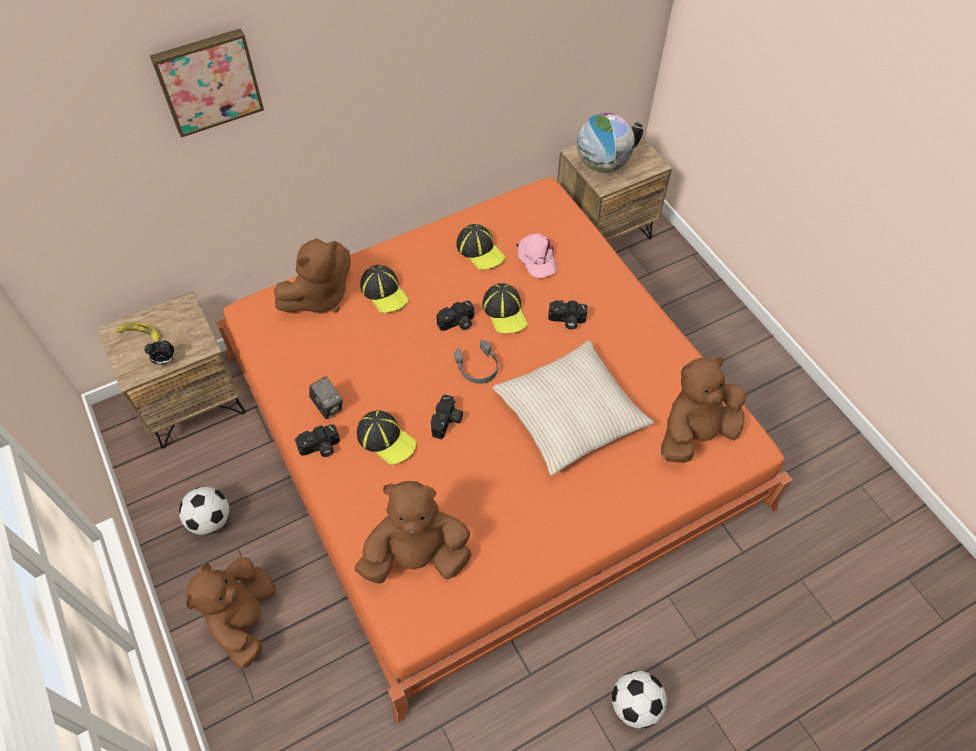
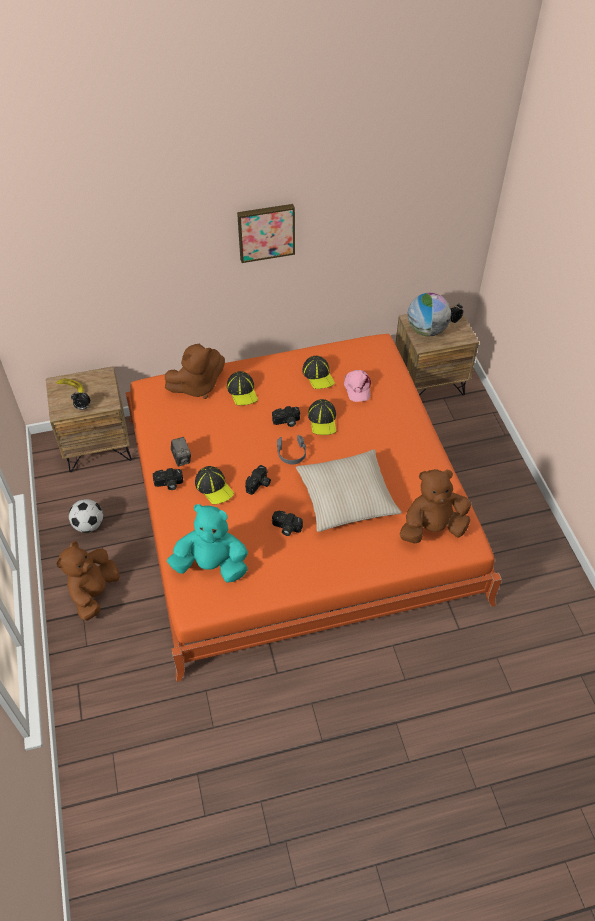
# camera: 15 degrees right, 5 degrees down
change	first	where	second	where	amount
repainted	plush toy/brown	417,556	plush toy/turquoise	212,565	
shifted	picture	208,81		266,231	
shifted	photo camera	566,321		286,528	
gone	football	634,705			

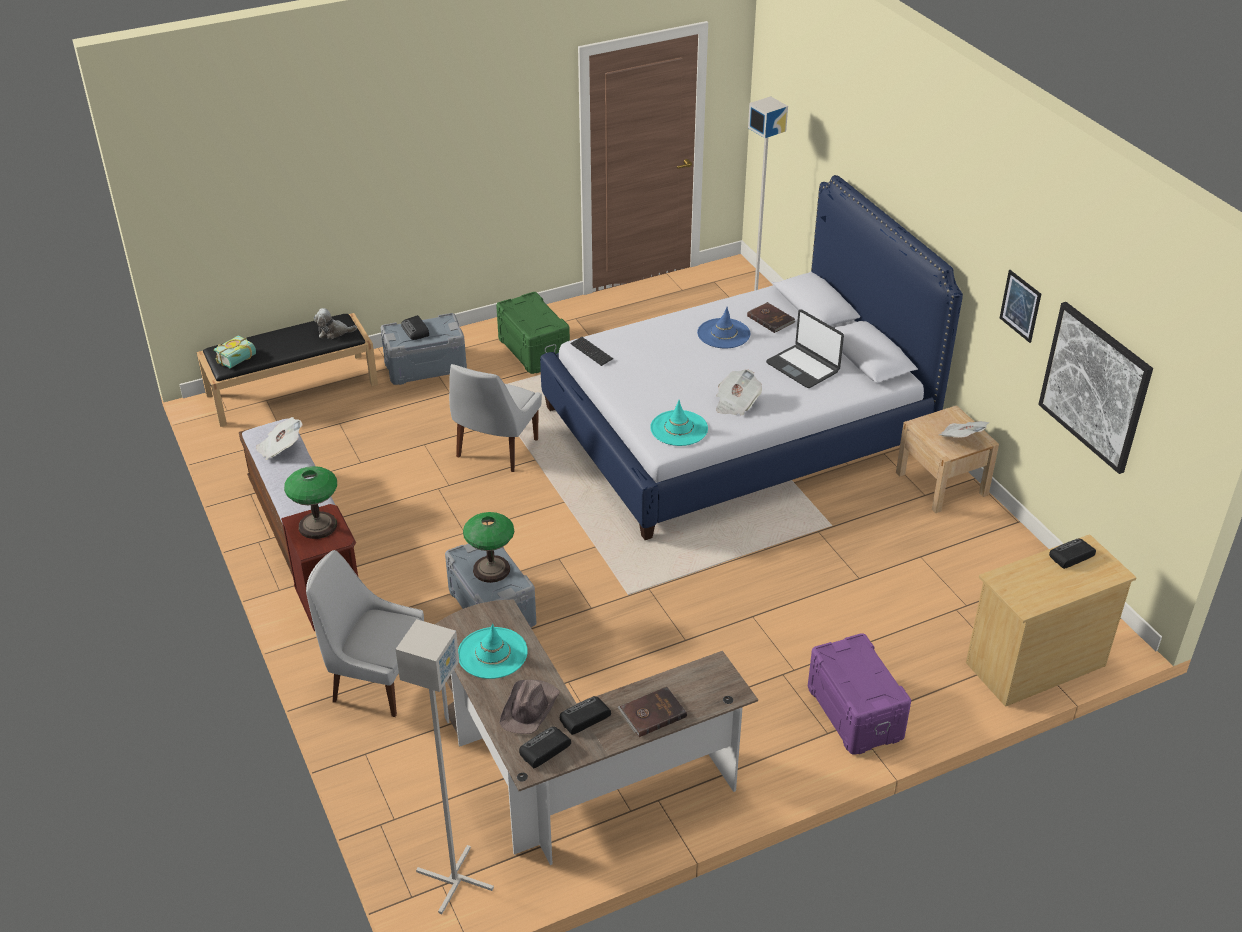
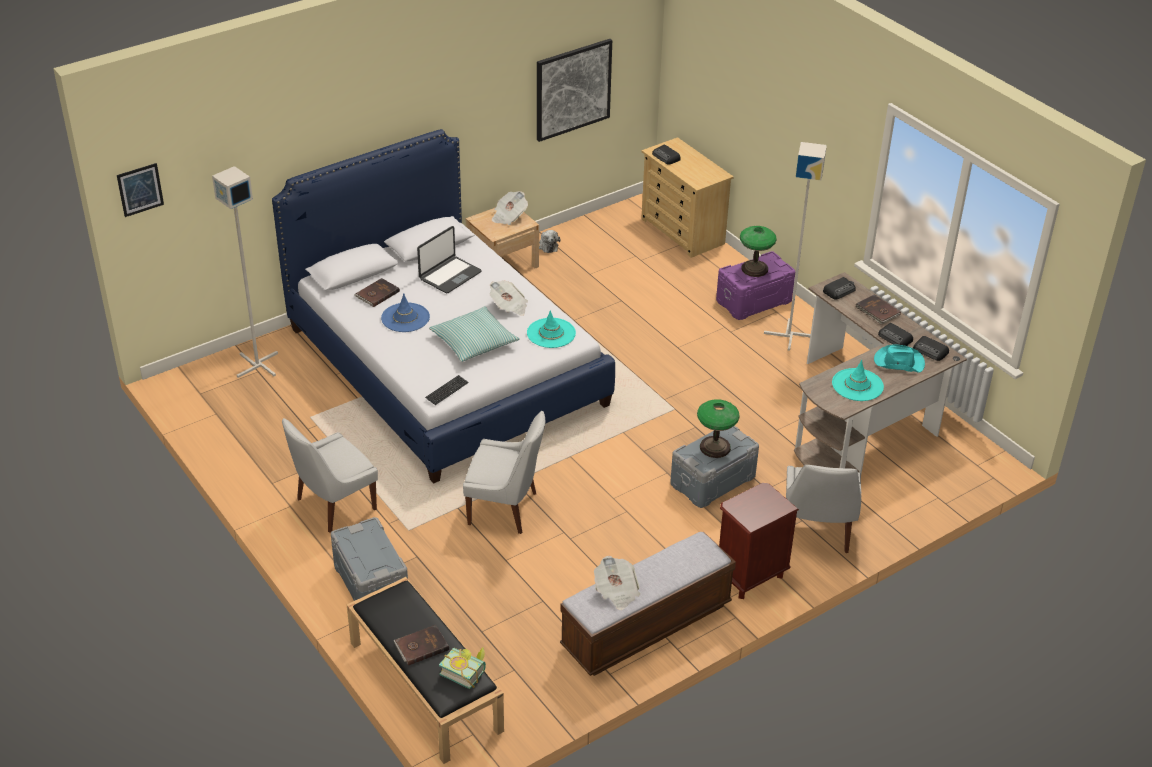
# camera: 100 degrees left, 0 degrees up
change	first	where	second	where	amount
shifted	picture	1020,306		140,189	
swapped	storage box/green	534,350	chair/white	333,505	
new			book/brown	421,646	
new			pillow	474,342	
shifted	plush toy	333,332		548,246	
shifted	table lamp	318,526		755,269	
shifted	floor lamp/grey	455,881		789,335	
shifted	radio	415,331		839,291	
repainted	hat/brown	530,708	hat/turquoise	898,362	

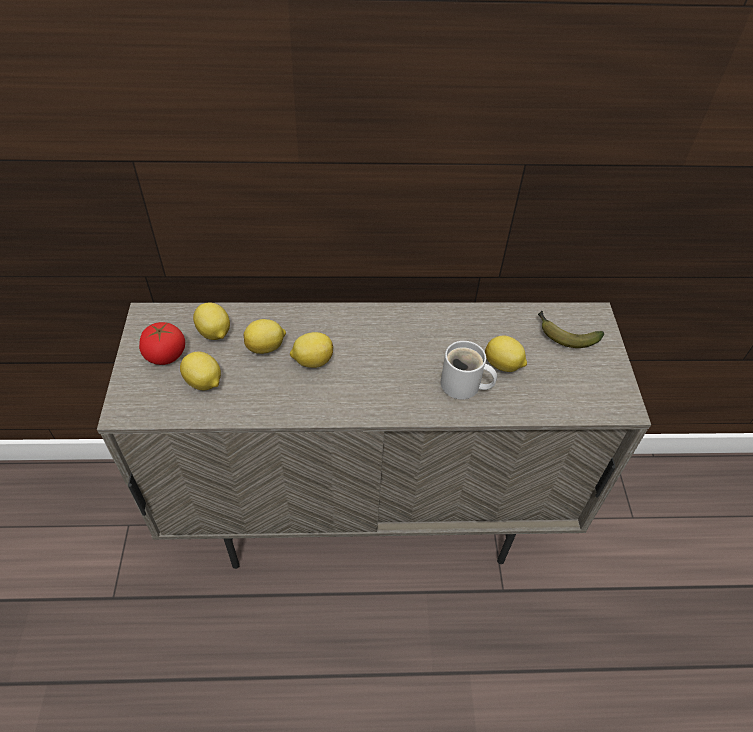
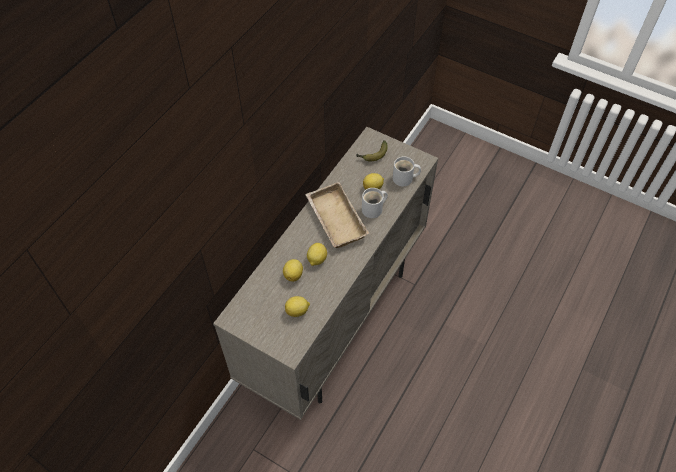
# camera: 55 degrees left, 5 degrees up
change	first	where	second	where	amount
new			tray/beige	334,219	
new			mug/white	404,179	
gone	tomato	165,355			
gone	lemon	214,333			

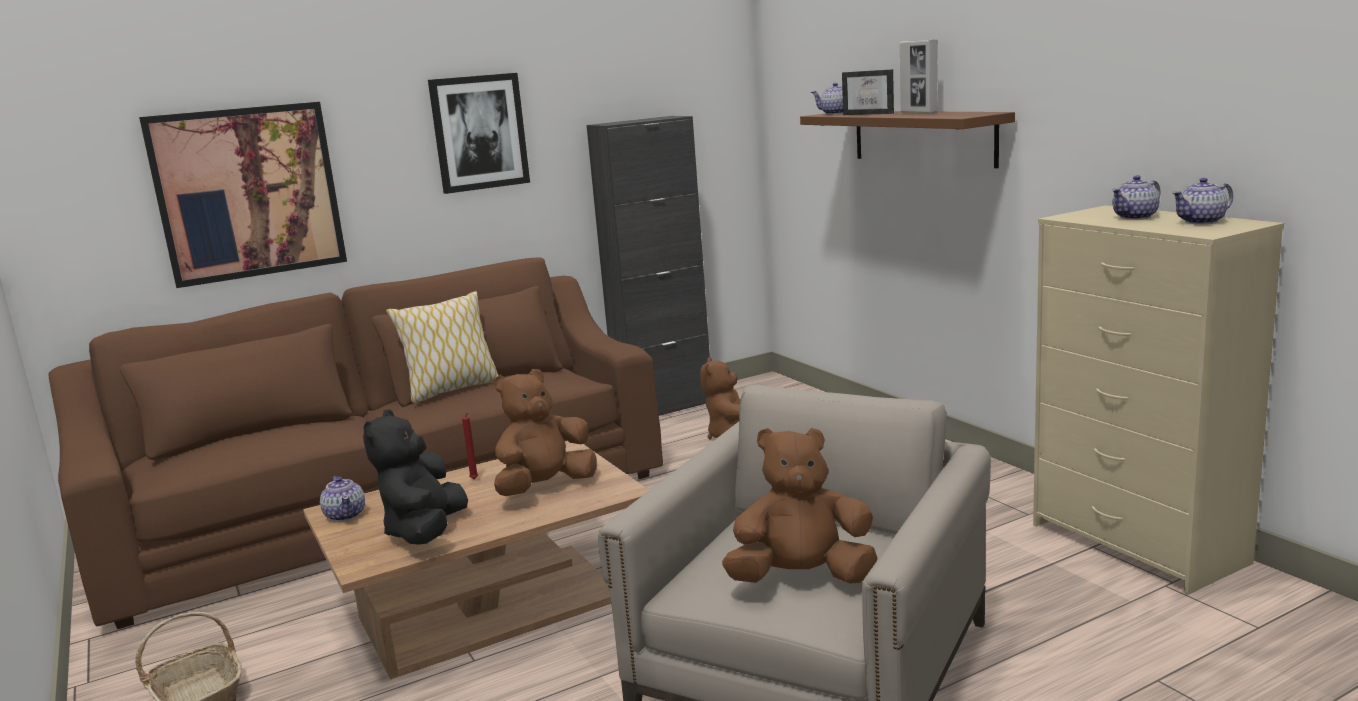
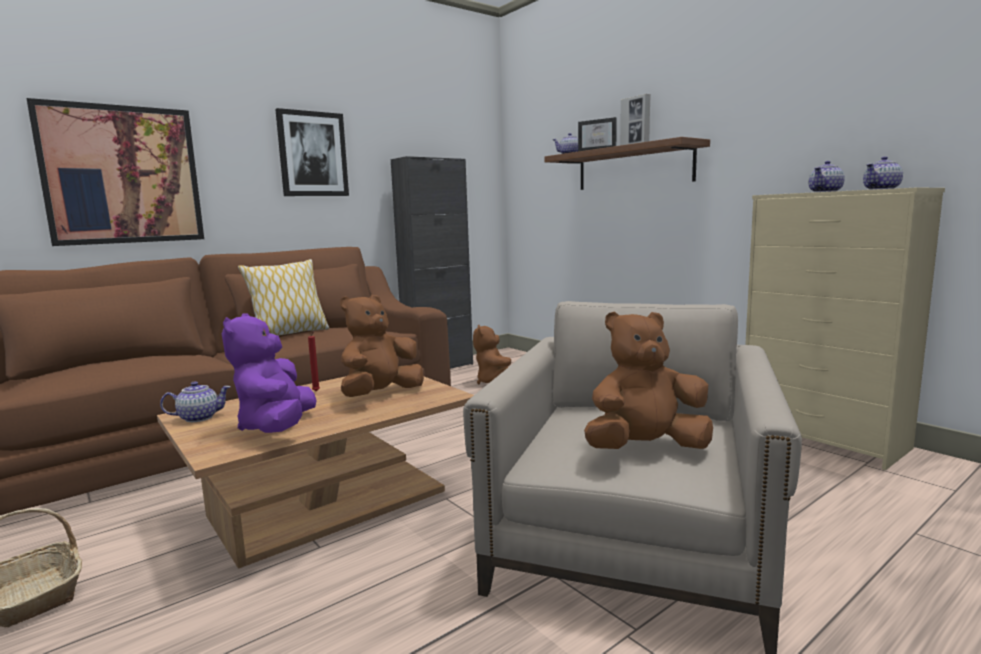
# camera: 10 degrees left, 5 degrees down
change	first	where	second	where	amount
rotated	teapot	345,515		198,417	75 degrees counterclockwise
repainted	plush toy/black	425,532	plush toy/purple	277,427	

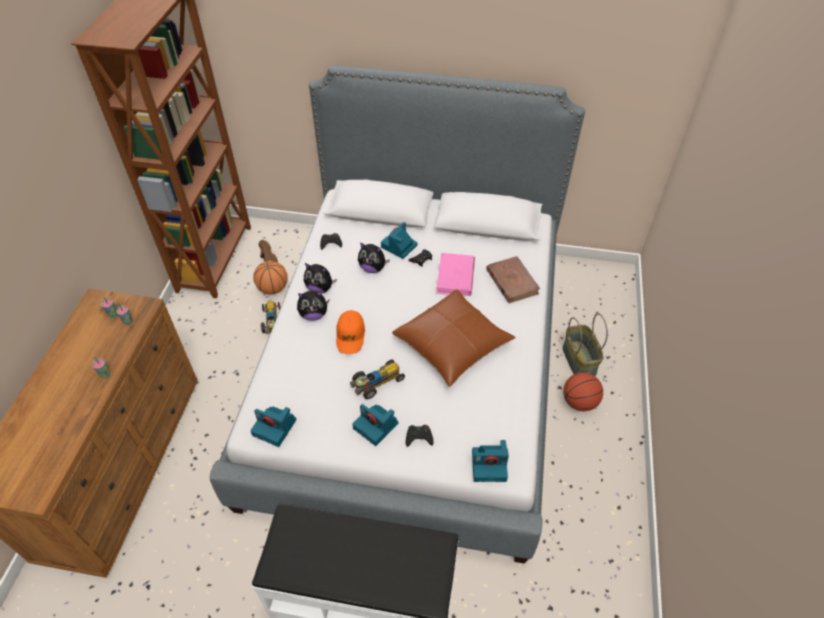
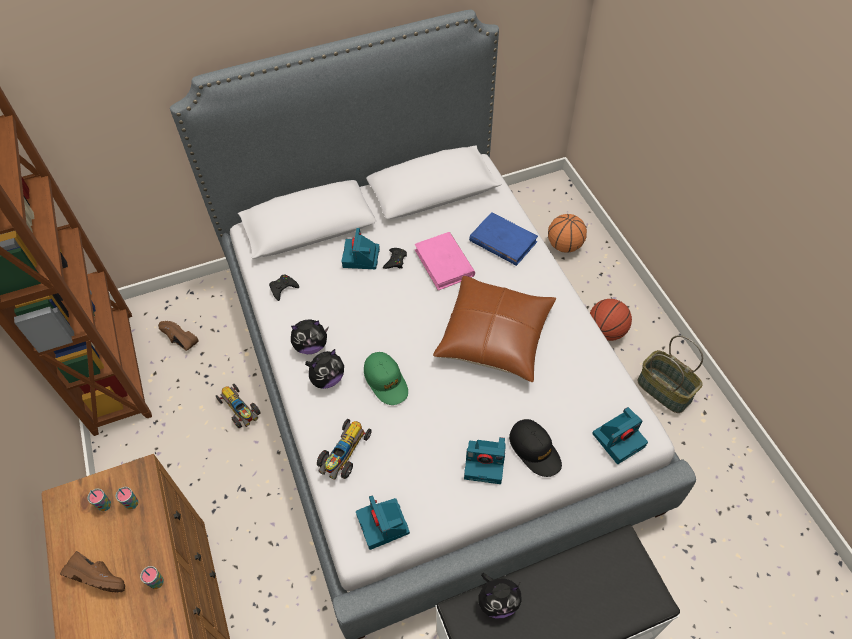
# camera: 30 degrees left, 5 degrees up
change	first	where	second	where	amount
new			shoe/brown	100,575	
shifted	toy car	376,383		344,454	
rotated	photo camera	275,427		384,525	75 degrees clockwise
repainted	cap/orange	350,335	cap/green	386,381	
repainted	book/brown	512,281	book/blue	502,241	
shifted	plush toy	372,268		497,601	
swapped	game controller/black	419,437	cap/black	535,450	
shifted	basketball	273,289		564,246	
shifted	basket	580,360		665,390	

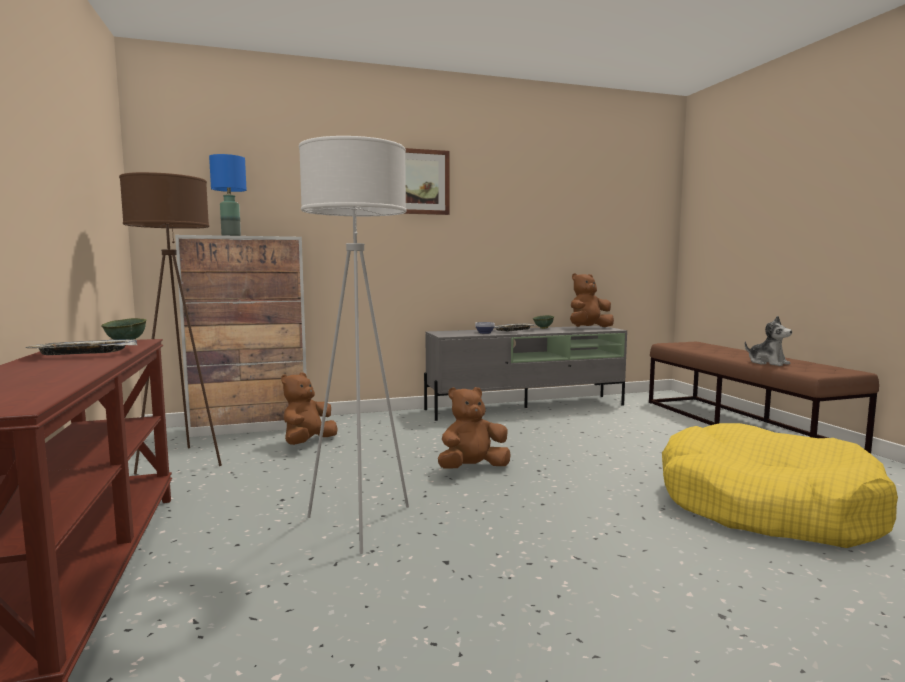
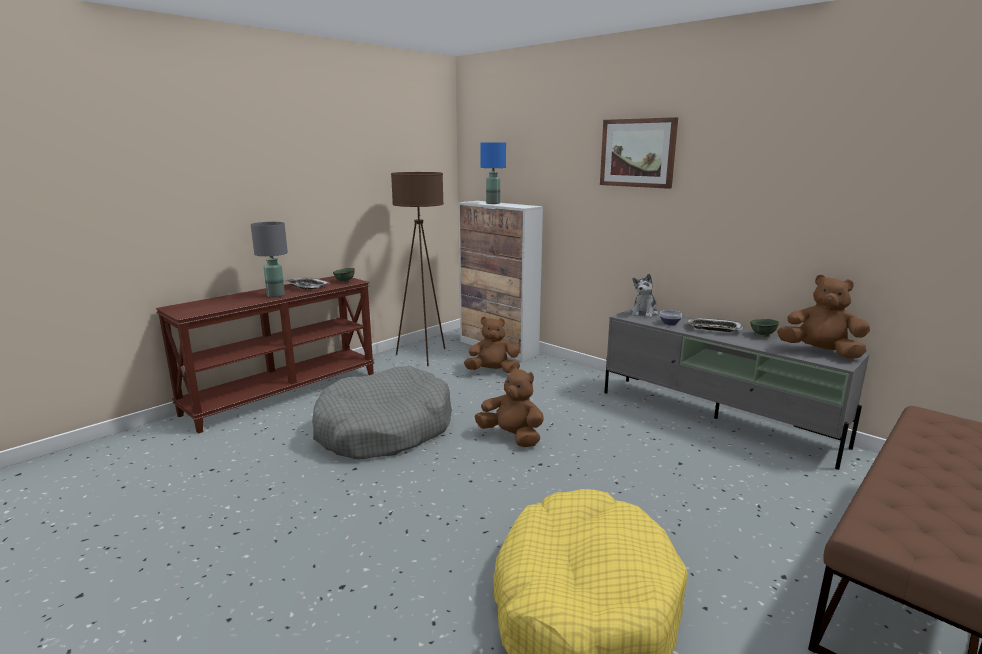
# camera: 60 degrees right, 10 degrees up
change	first	where	second	where	amount
new			table lamp/grey	276,295	
swapped	floor lamp/white	361,524	dog bed/grey	384,429	
shifted	plush toy	767,363		644,313	

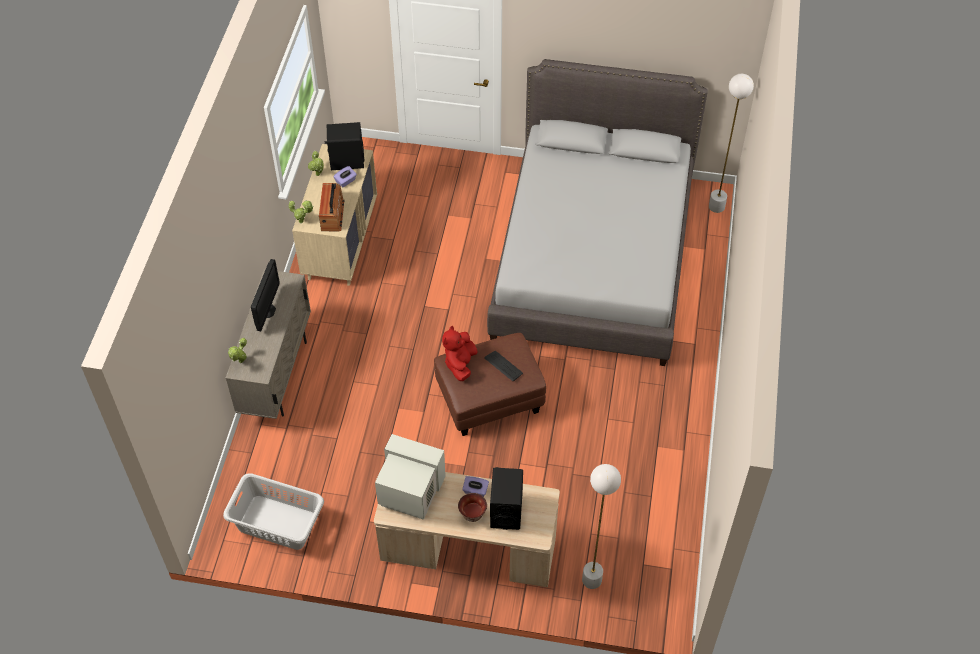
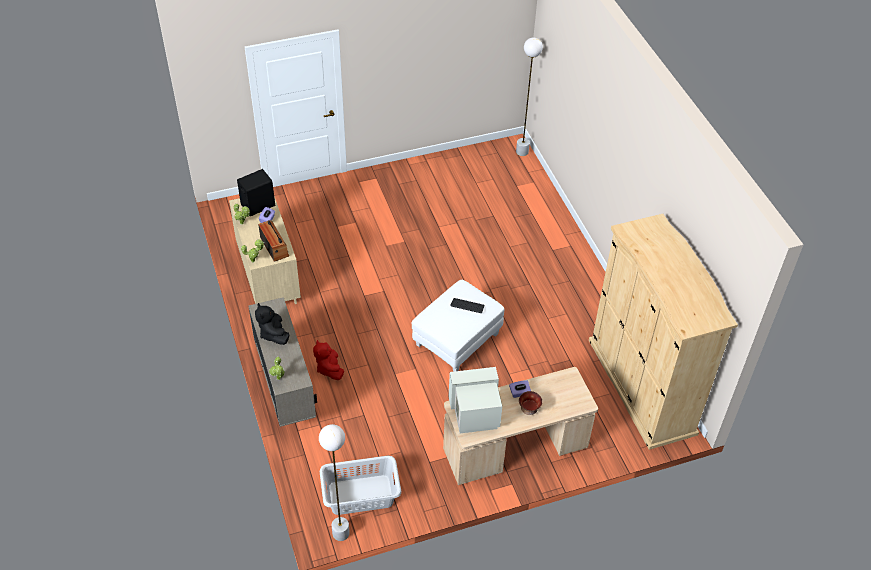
# camera: 30 degrees left, 5 degrees down
change	first	where	second	where	amount
swapped	monitor	267,311	plush toy/black	273,334	
shifted	plush toy/red	460,364		329,369	
shifted	floor lamp/white	592,580		341,533	
repainted	ottoman/brown	489,399	ottoman/white	457,340	
new			wardrobe/beige	641,386	
gone	bed/grey	593,258			
gone	speaker/black	506,510			

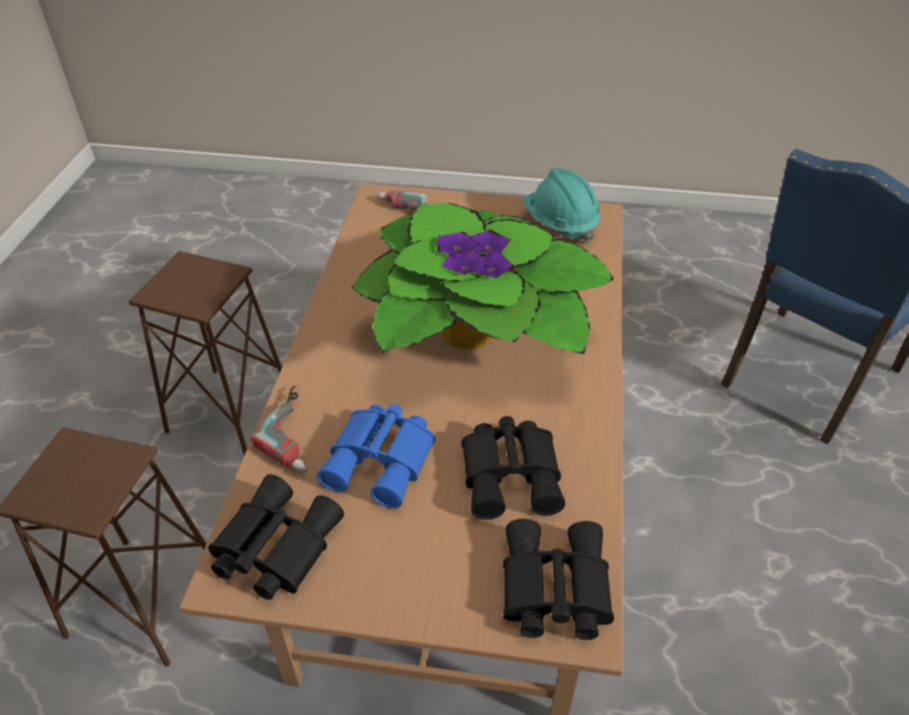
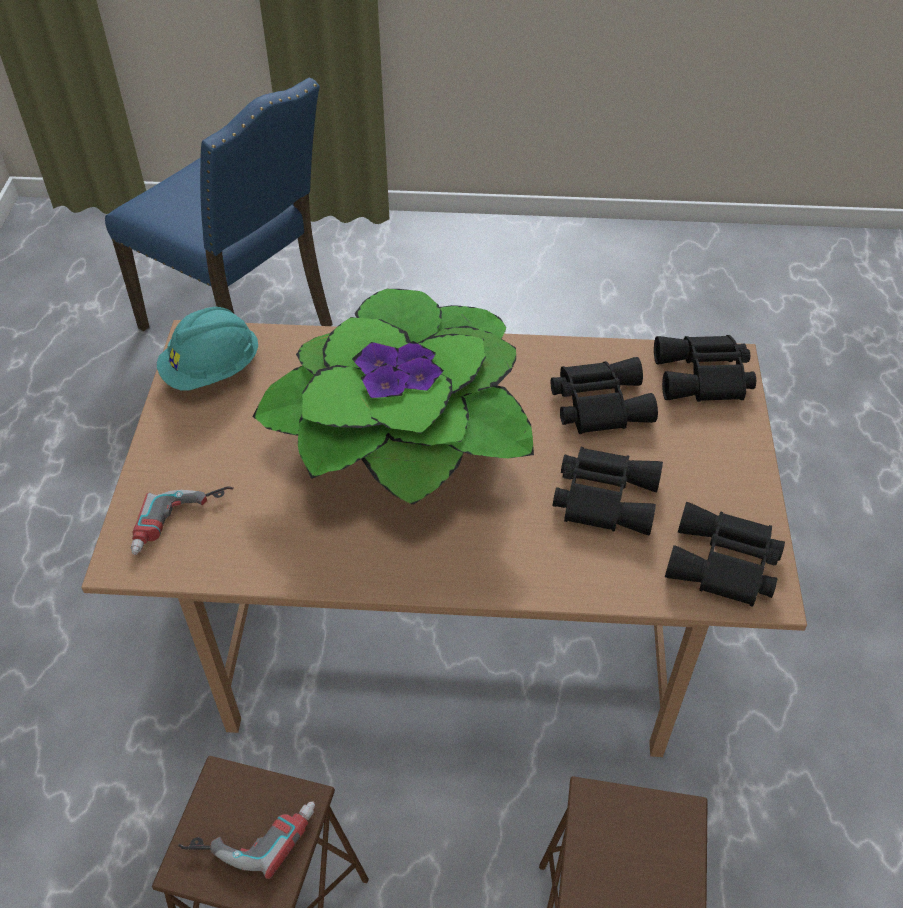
# camera: 95 degrees left, 5 degrees up
change	first	where	second	where	amount
shifted	power drill	299,433		251,829	
repainted	binoculars/blue	383,460	binoculars/black	604,496	

